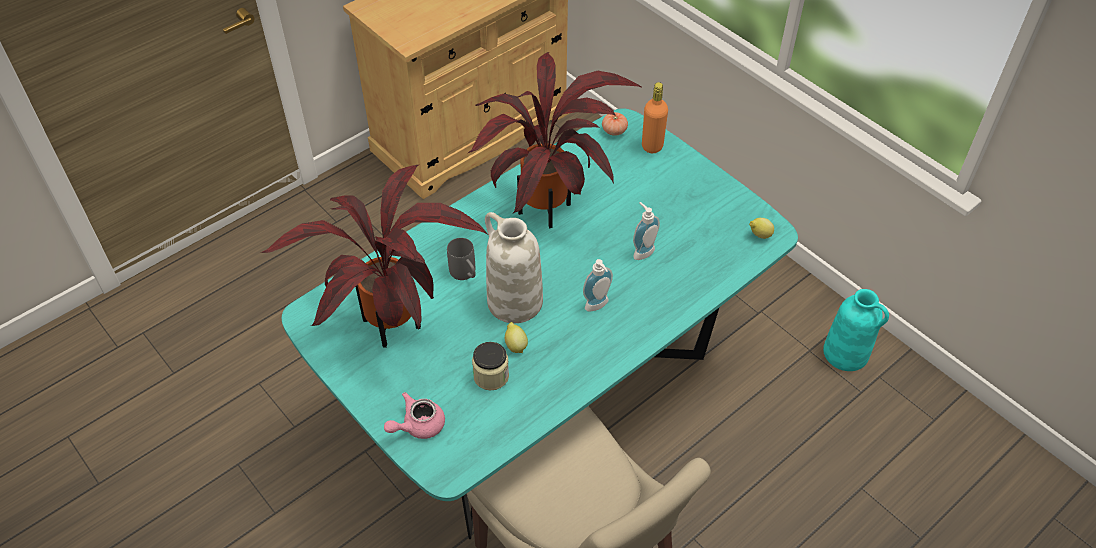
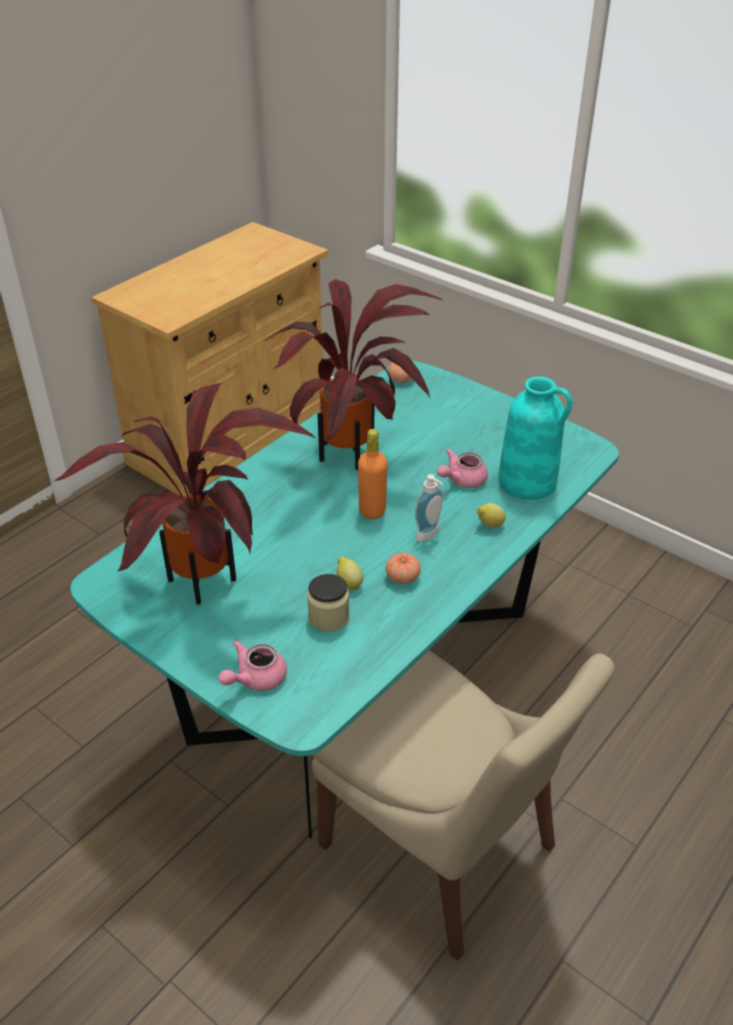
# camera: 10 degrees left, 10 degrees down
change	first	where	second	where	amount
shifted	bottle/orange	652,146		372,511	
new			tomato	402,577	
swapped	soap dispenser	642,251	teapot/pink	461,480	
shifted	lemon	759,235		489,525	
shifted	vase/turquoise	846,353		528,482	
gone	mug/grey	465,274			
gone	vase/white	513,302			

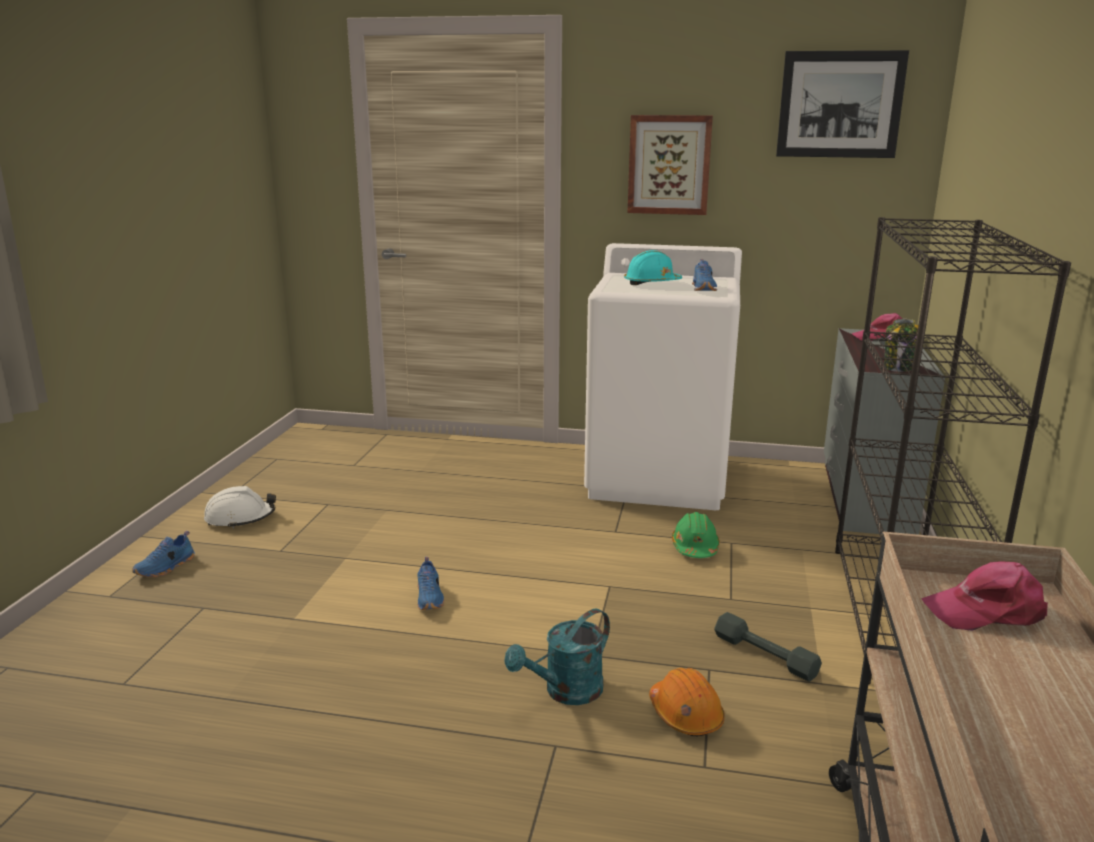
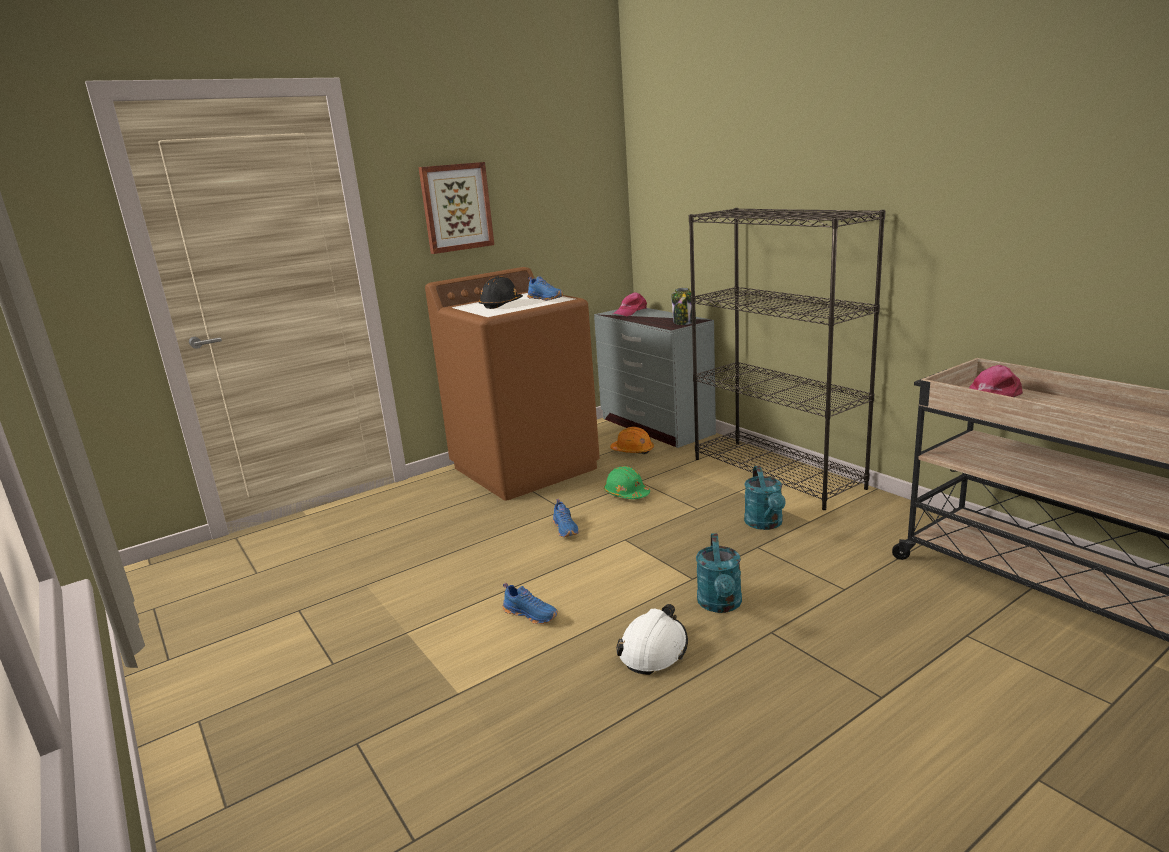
# camera: 45 degrees left, 0 degrees up
change	first	where	second	where	amount
repainted	washing machine/white	659,478	washing machine/brown	525,467	
repainted	hard hat/turquoise	651,283	hard hat/black	501,304	
shifted	shoe/blue	166,568		566,529	
shifted	hard hat/orange	685,714		632,451	
shifted	hard hat/white	240,518		654,650	
swapped	dumbbell/grey	765,655	watering can/turquoise	765,524	
gone	picture	840,104			

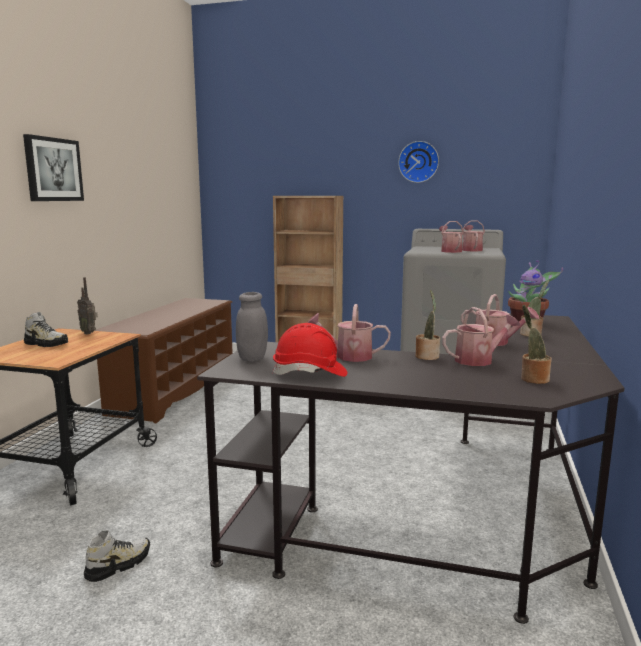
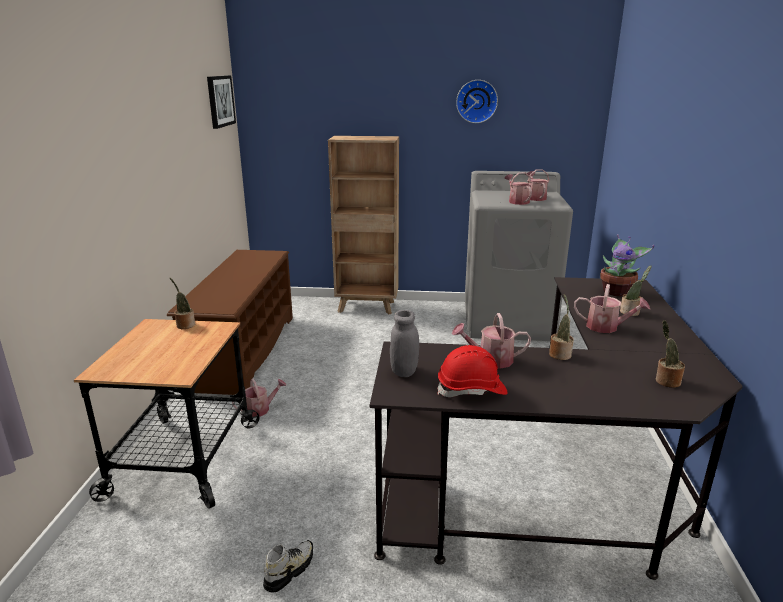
# camera: 10 degrees left, 10 degrees up
change	first	where	second	where	amount
swapped	radio	89,333	potted plant	185,325	
shifted	picture	53,169		220,101	
shifted	watering can	478,360		260,409	
gone	shoe	46,344			

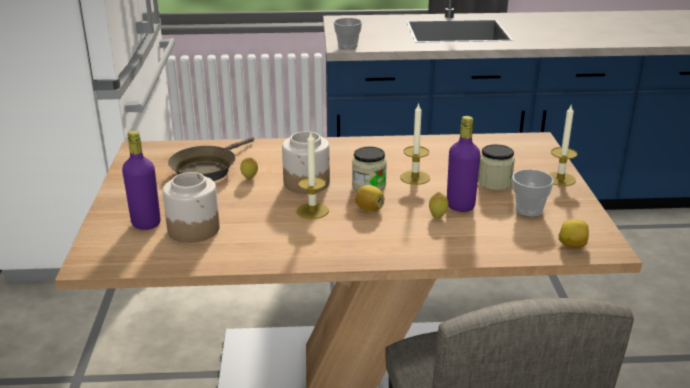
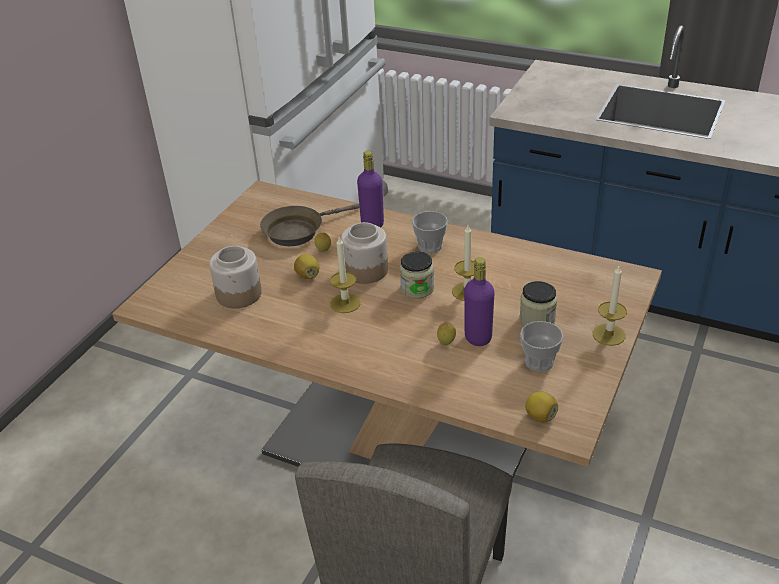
# camera: 30 degrees right, 10 degrees up
change	first	where	second	where	amount
shifted	lemon	369,209		308,275	
shifted	bottle/purple	146,223		372,224	
shifted	cup	347,46		430,246	

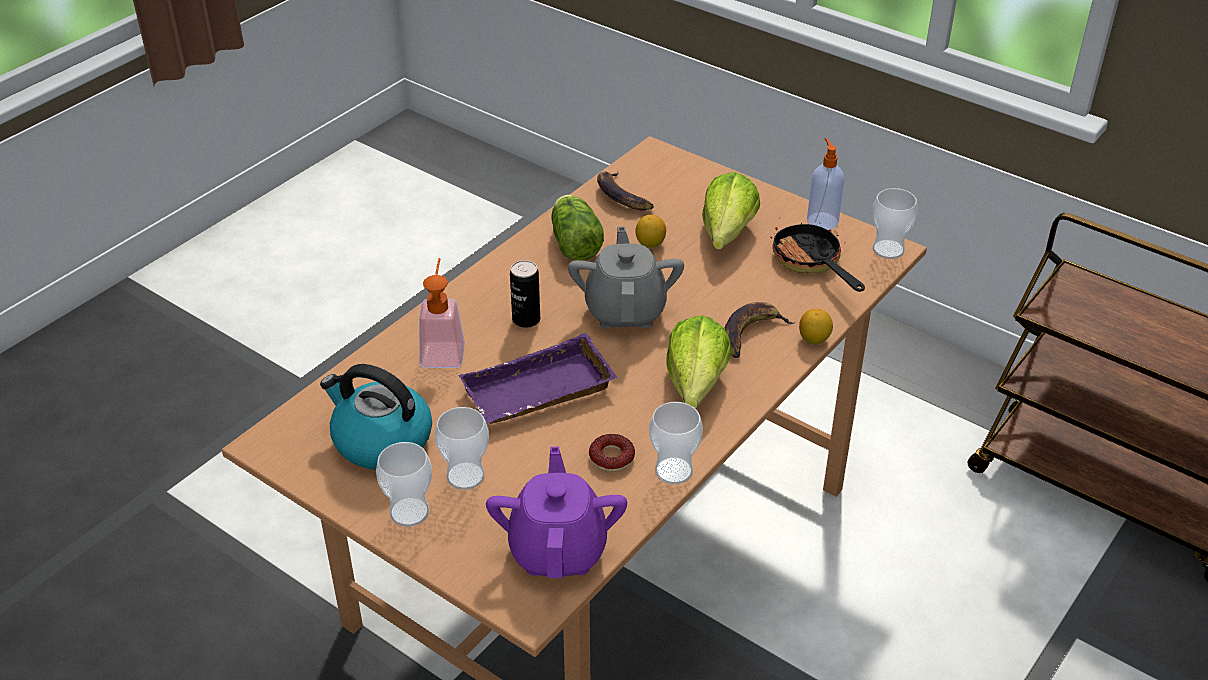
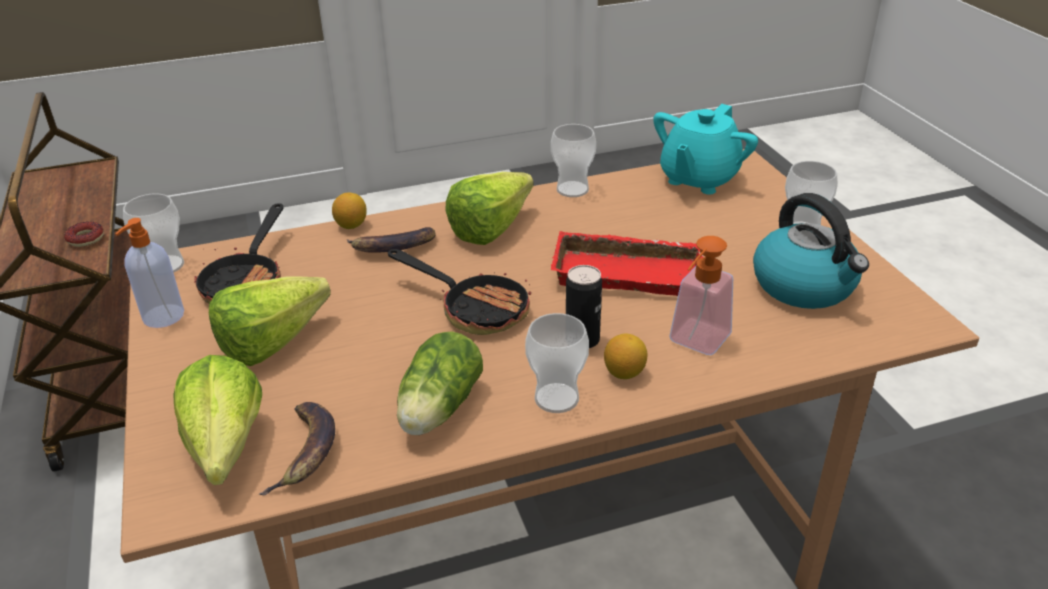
# camera: 145 degrees left, 5 degrees down
change	first	where	second	where	amount
shifted	donut	611,457		86,238	
new			lettuce	223,457	
swapped	teapot/grey	625,311	frying pan	474,308	
shifted	cup	465,476		556,398	
repainted	tray/purple	538,393	tray/red	630,271	
shifted	lemon	650,244		624,373	
repainted	teapot/purple	558,550	teapot/turquoise	698,179	

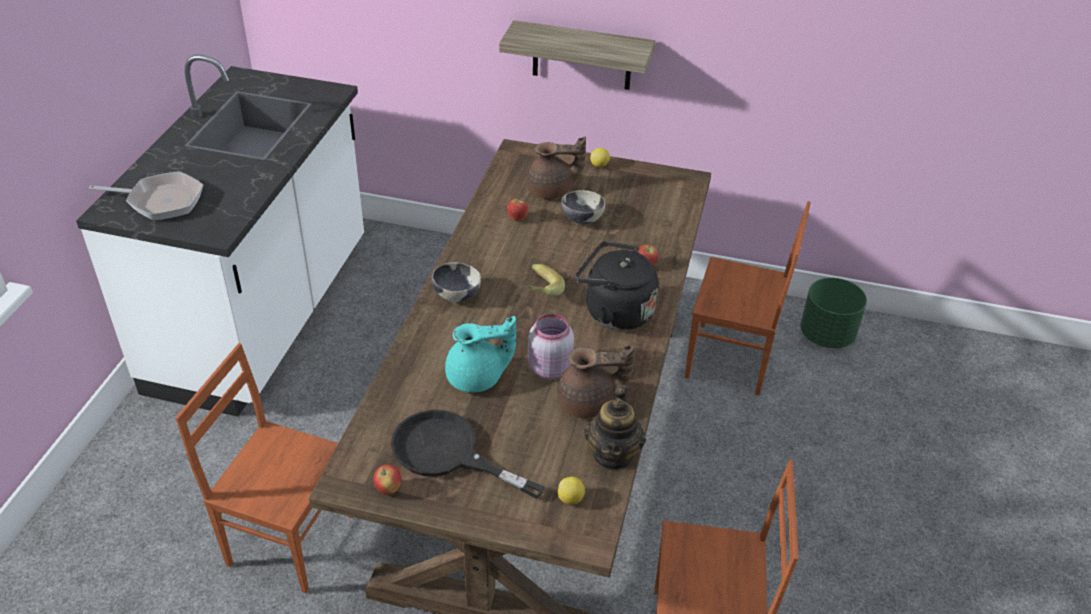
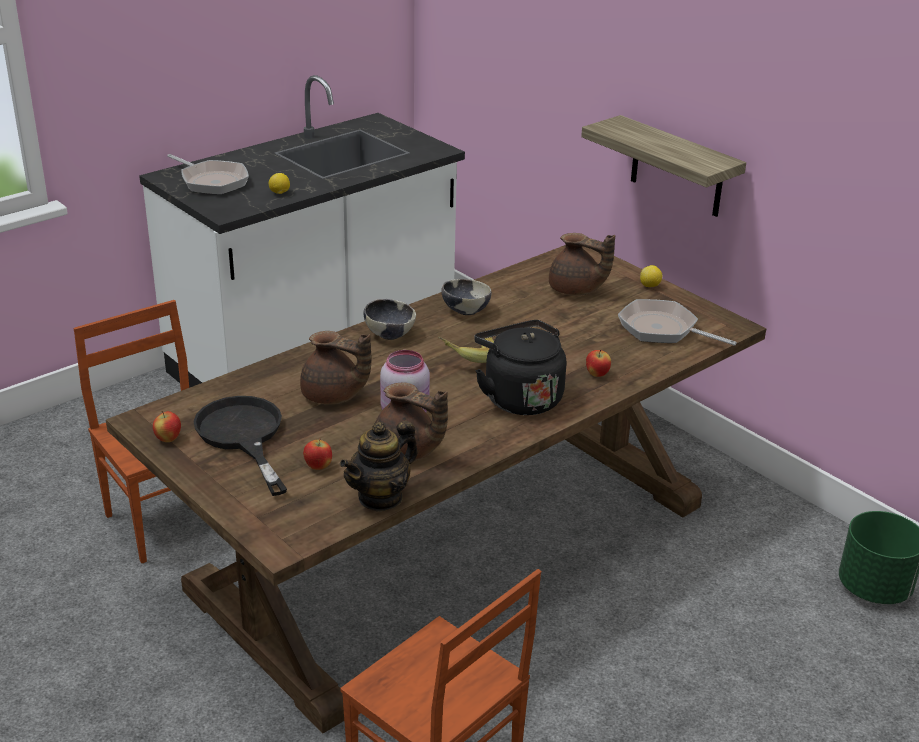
# camera: 35 degrees right, 10 degrees down
change	first	where	second	where	amount
shifted	lemon	570,499		279,193	
repainted	teapot/turquoise	477,378	teapot/brown	333,396	
shifted	apple	517,218		318,467	
shifted	bowl	582,220		465,311	
new			frying pan	663,329	
gone	chair/brown	731,360			

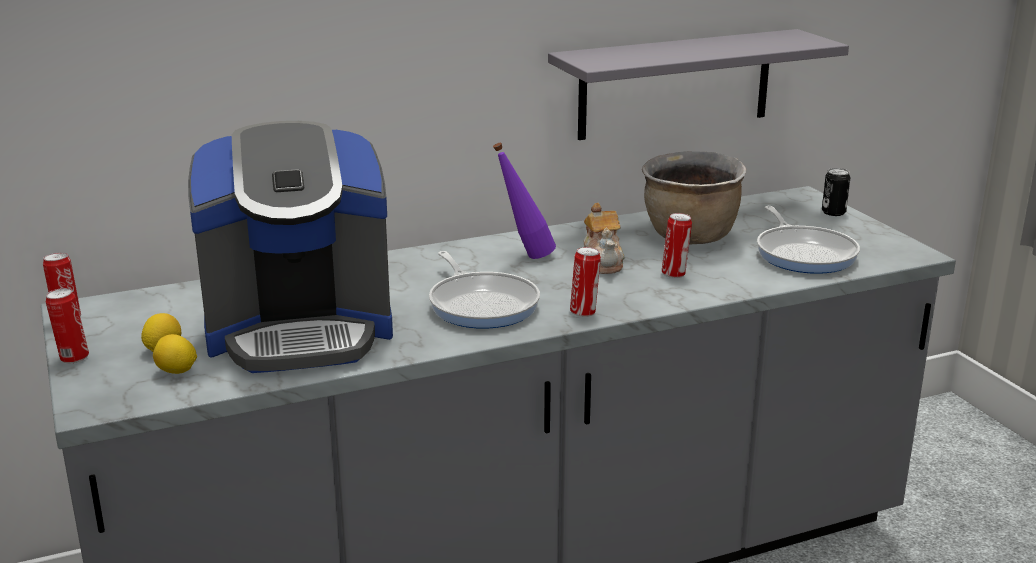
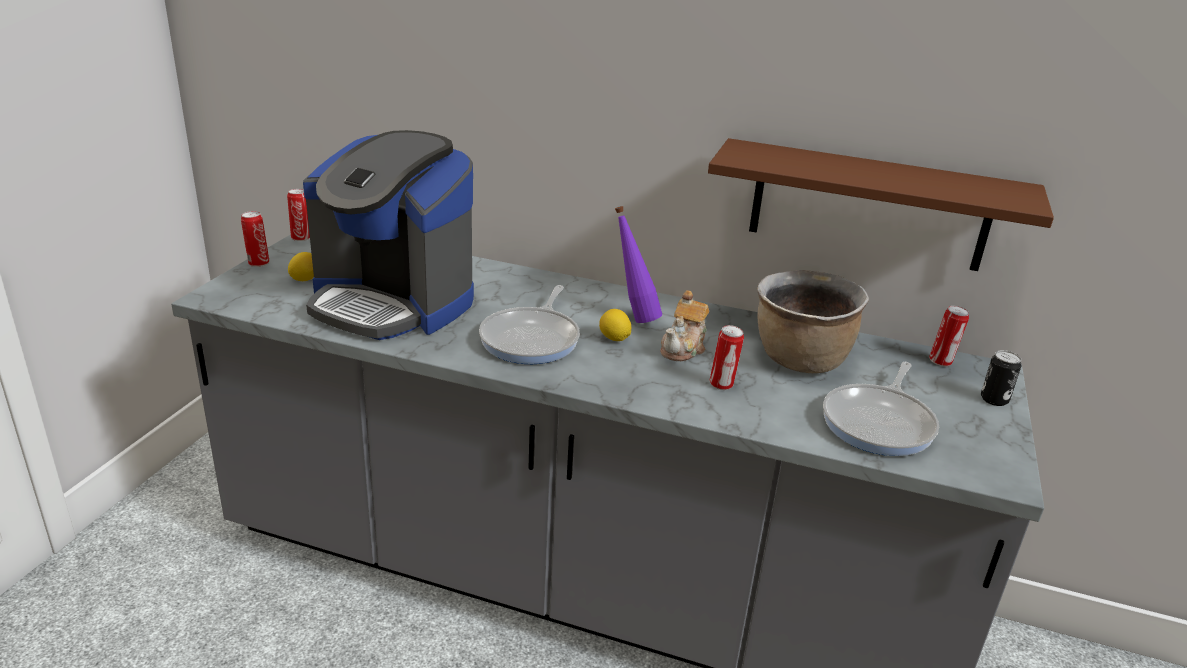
# camera: 40 degrees right, 5 degrees up
change	first	where	second	where	amount
shifted	lemon	176,372		614,339	
repainted	shelf/grey	675,84	shelf/brown	869,206	
shifted	can	584,312		941,361	

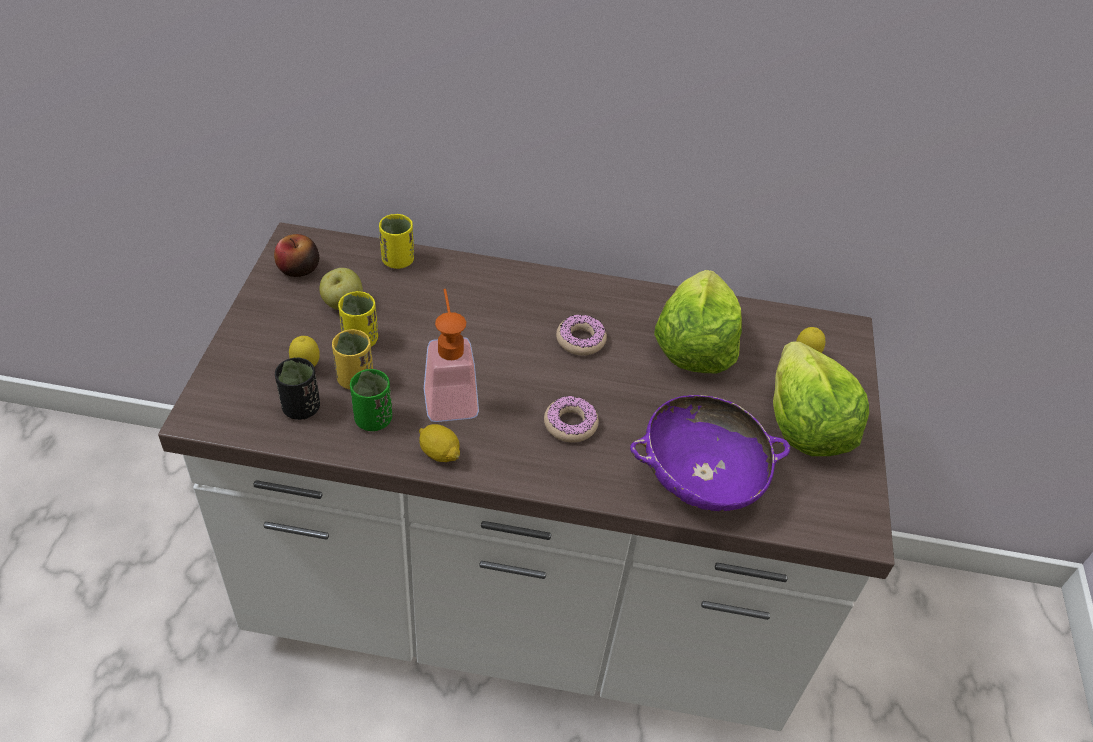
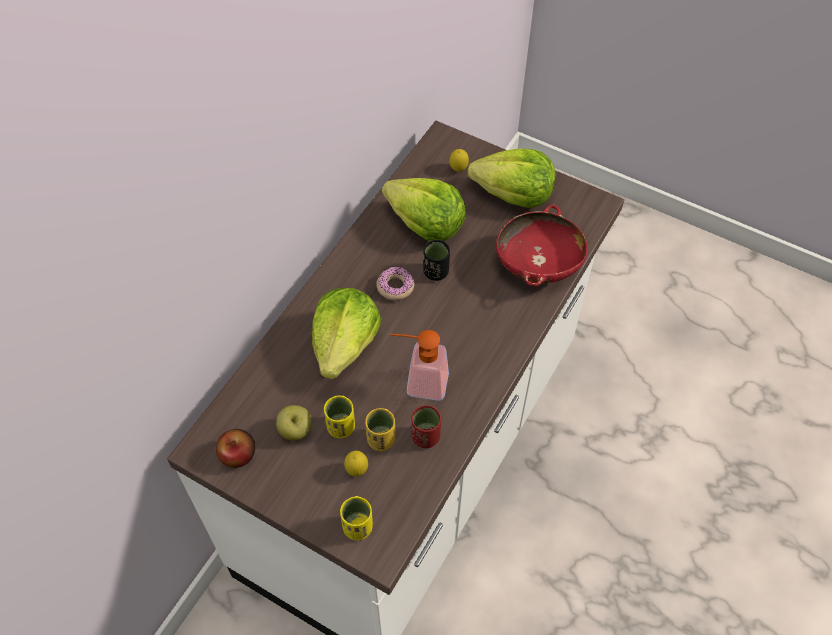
# camera: 65 degrees left, 10 degrees up
change	first	where	second	where	amount
new			lettuce	345,344	
shifted	cup/yellow	397,261		358,527	
repainted	cup/green	373,419	cup/red	425,437	
shifted	cup/black	301,408		436,272	
repainted	bowl/purple	701,479	bowl/red	538,264	
gone	lemon	439,453			
gone	donut	570,424			

